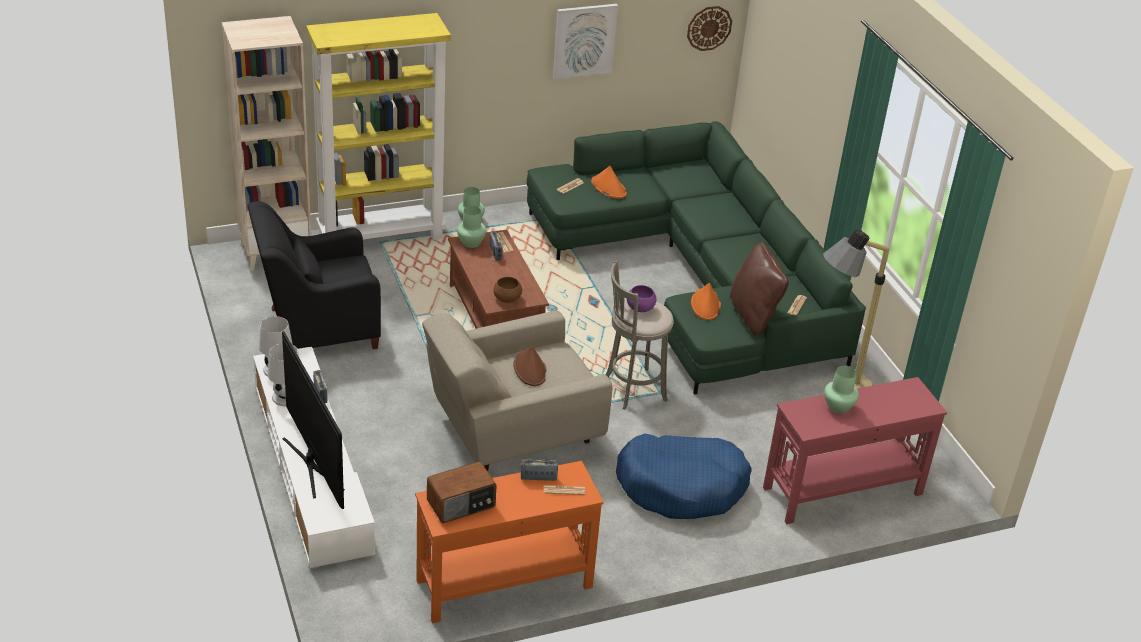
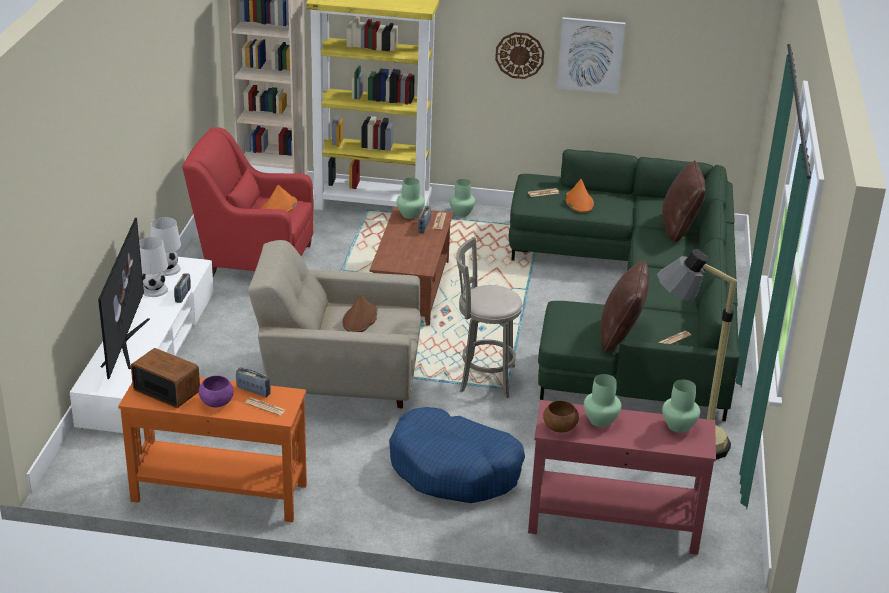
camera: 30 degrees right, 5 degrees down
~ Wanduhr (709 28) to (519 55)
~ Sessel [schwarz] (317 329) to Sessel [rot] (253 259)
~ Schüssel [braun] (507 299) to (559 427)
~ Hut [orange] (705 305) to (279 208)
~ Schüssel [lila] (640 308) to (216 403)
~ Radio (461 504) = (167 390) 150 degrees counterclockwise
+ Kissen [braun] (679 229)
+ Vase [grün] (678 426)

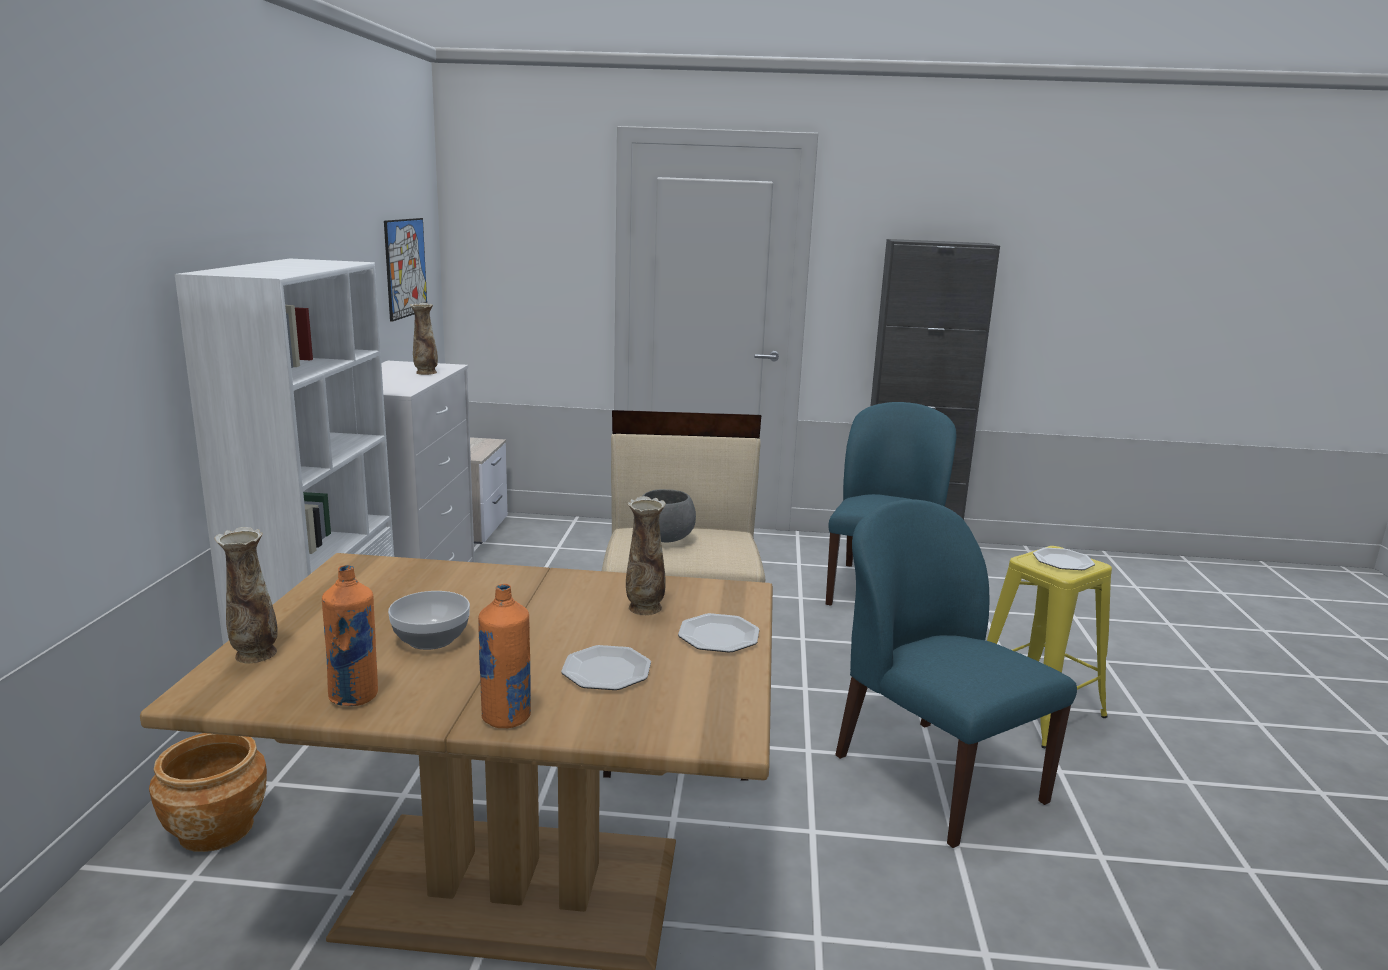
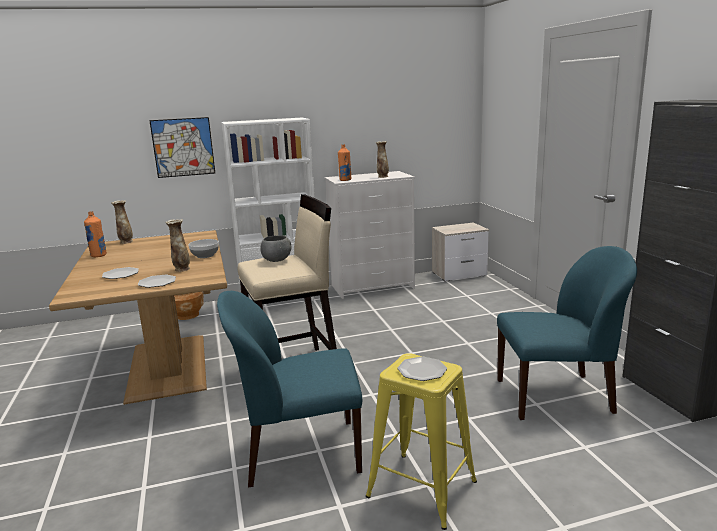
camera: 70 degrees right, 0 degrees up
~ Bild (405 268) to (183 147)
~ Stuhl [blau] (934 776) = (300 453) 135 degrees counterclockwise
~ Flasche [orange] (506 718) to (345 180)
~ Schüssel (431 640) to (204 255)

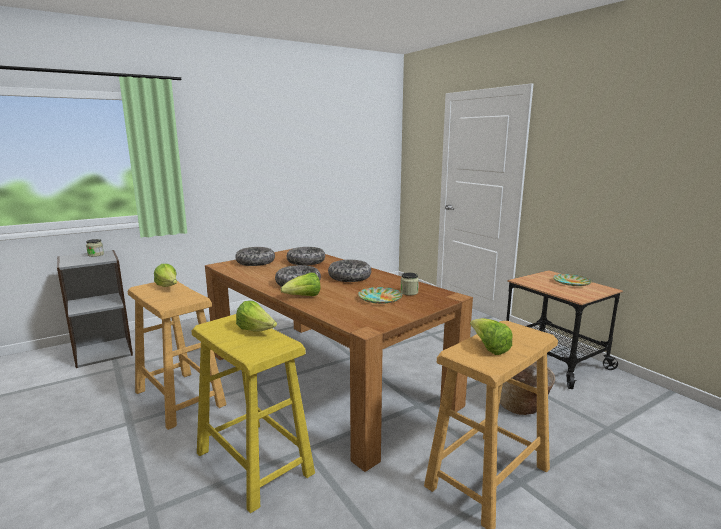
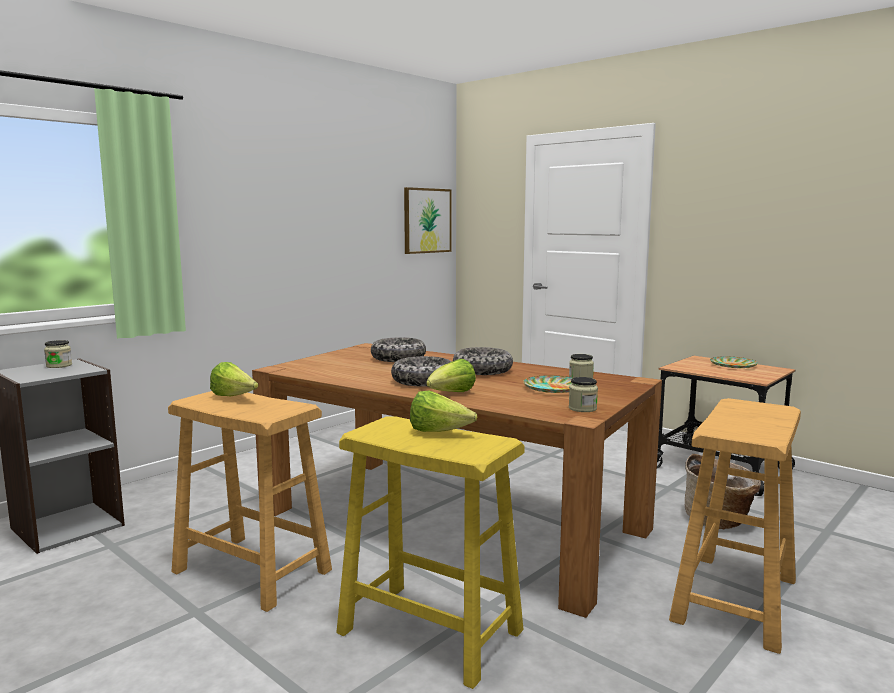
camera: 15 degrees left, 5 degrees down
- Schüssel (255 262)
- Salatkopf (489 348)
+ Bild (427 220)
+ Vorratsglas (582 408)

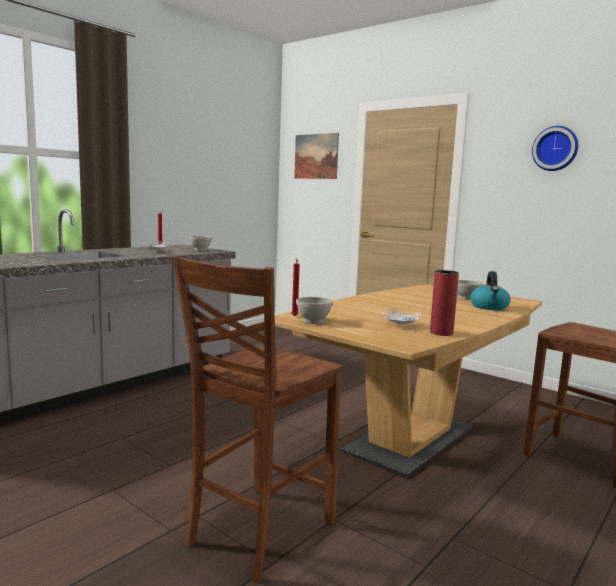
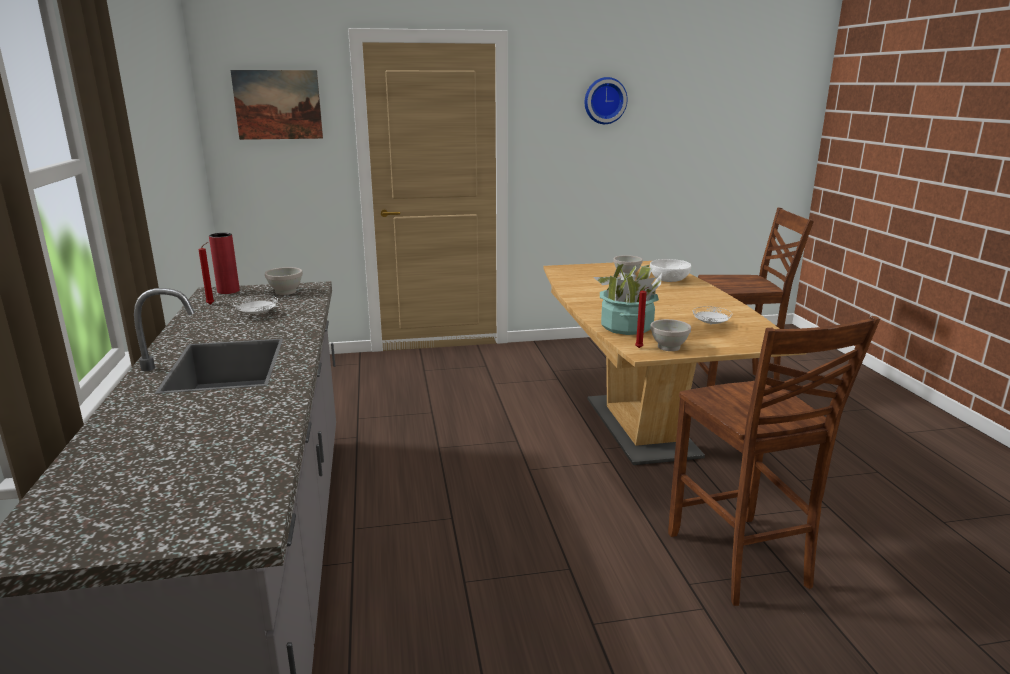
camera: 50 degrees left, 10 degrees up
~ Vase [rot] (441 333) to (228 291)
~ Wasserkessel (489 307) to Schüssel [weiß] (669 280)
+ Topfpflanze (626 327)

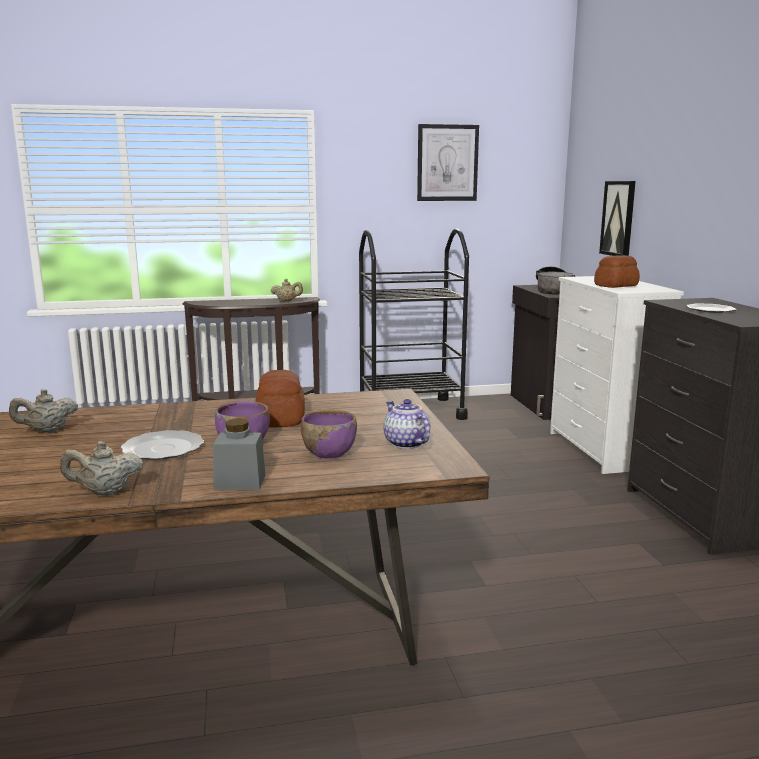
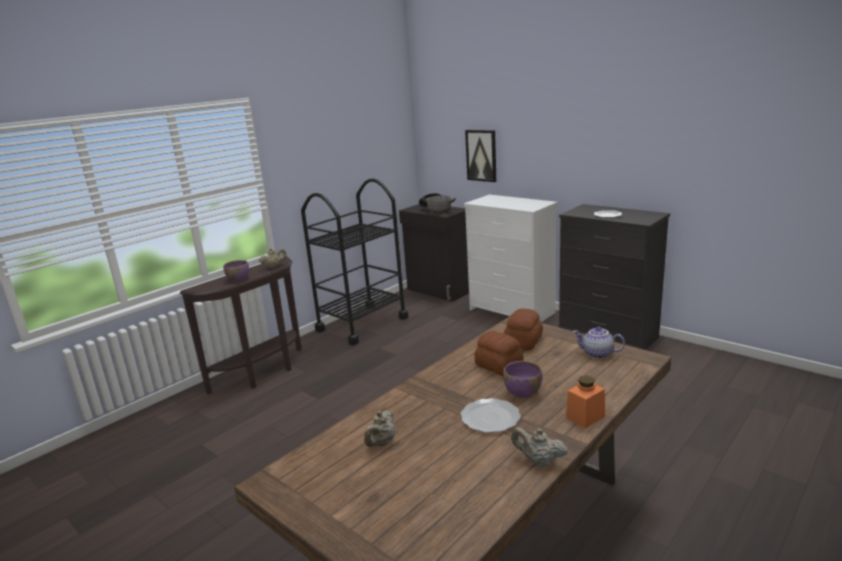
camera: 35 degrees left, 5 degrees up
- Bild (447 163)
~ Brot (616 286) to (524 341)
~ Schüssel [lila] (328 453) to (238 279)
~ Vorratsglas [grau] (240 482) to Vorratsglas [orange] (585 417)
~ Teekanne [beige] (105 492) = (538 461) 75 degrees clockwise

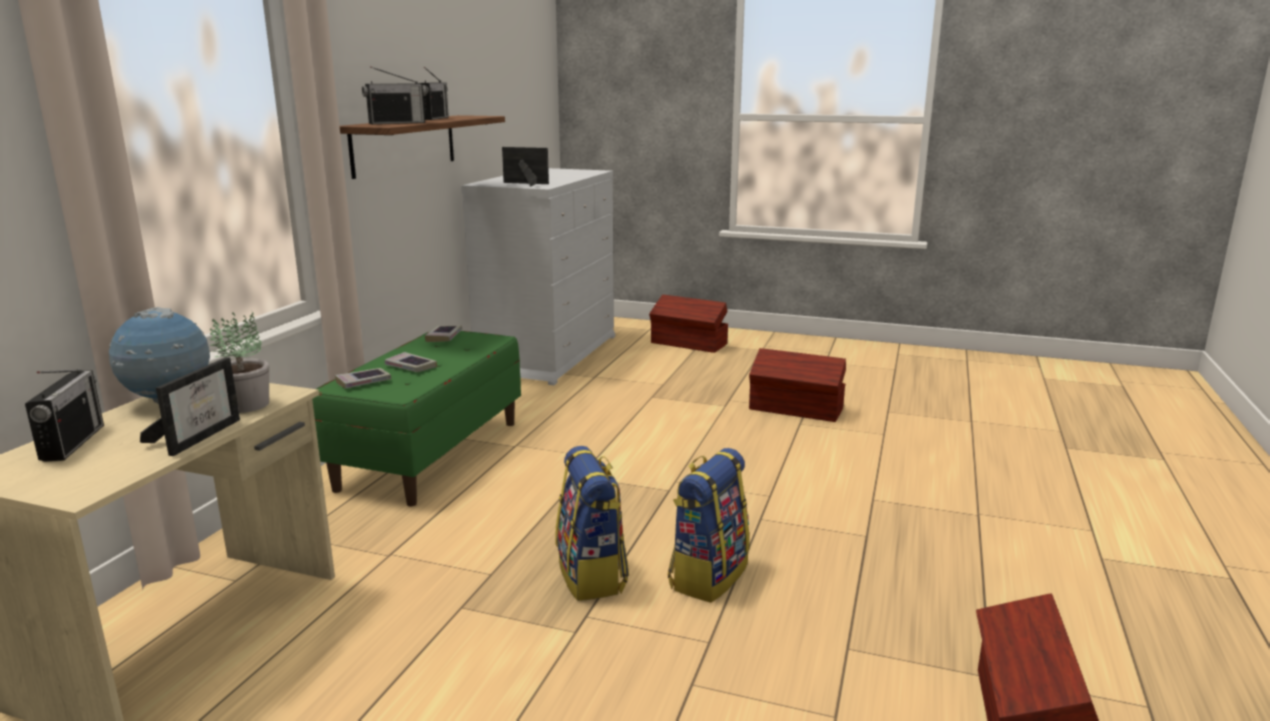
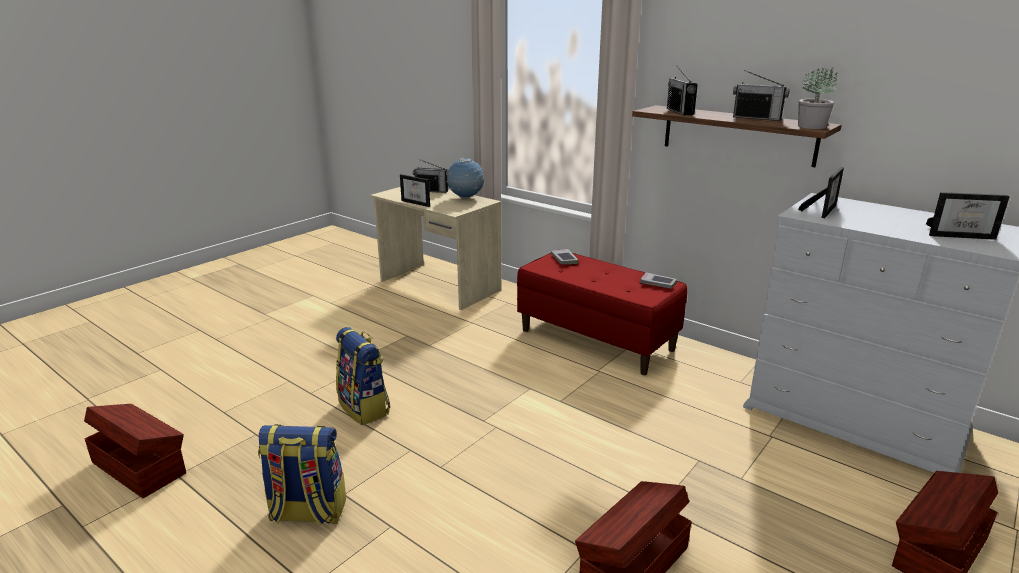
camera: 110 degrees right, 5 degrees up
~ Topfpflanze (246 404) to (812 126)
~ Bank [grün] (430 454) to Bank [rot] (597 340)
- Buch (410 367)
~ Rucksack (592 575) to (307 512)
+ Bilderrahmen (960 235)

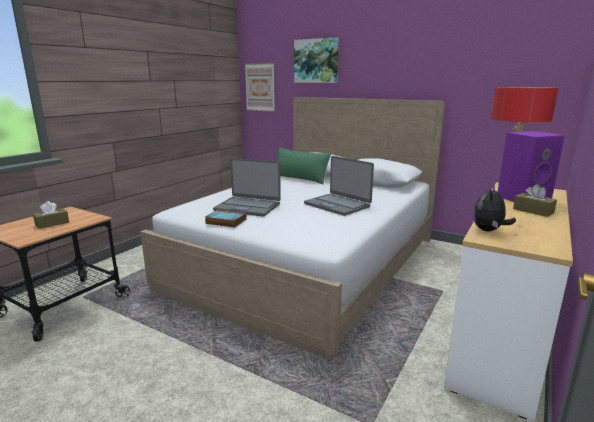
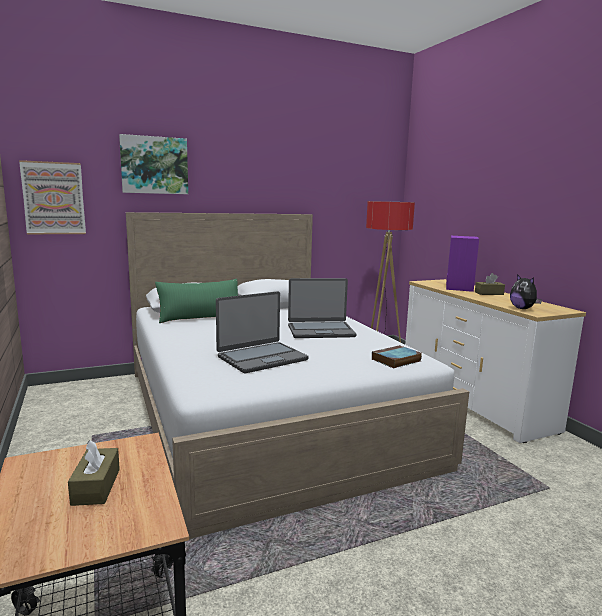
camera: 55 degrees left, 5 degrees down
~ Buch (225 221) to (396 360)

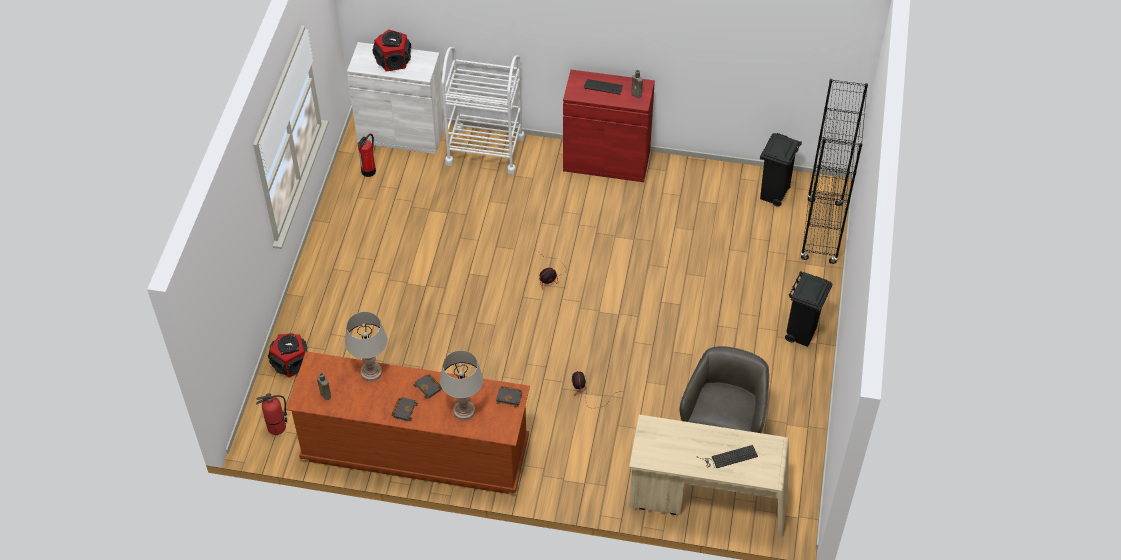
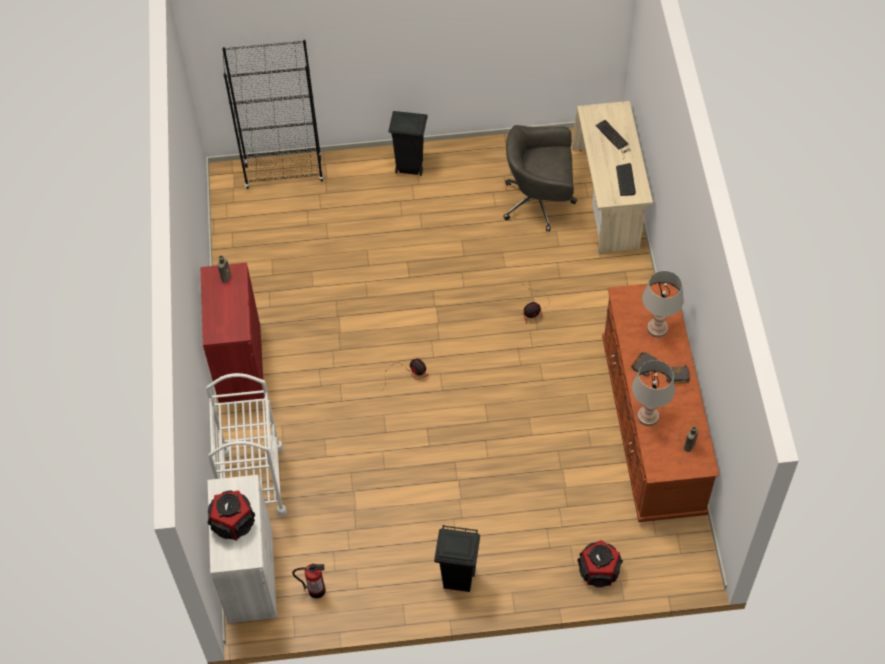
camera: 105 degrees left, 5 degrees up
~ Tastatur (603 87) to (625 180)
~ Mülleimer [schwarz] (773 195) to (459 579)
- Buch [schwarz] (510 397)
- Feuerlöscher (276 427)

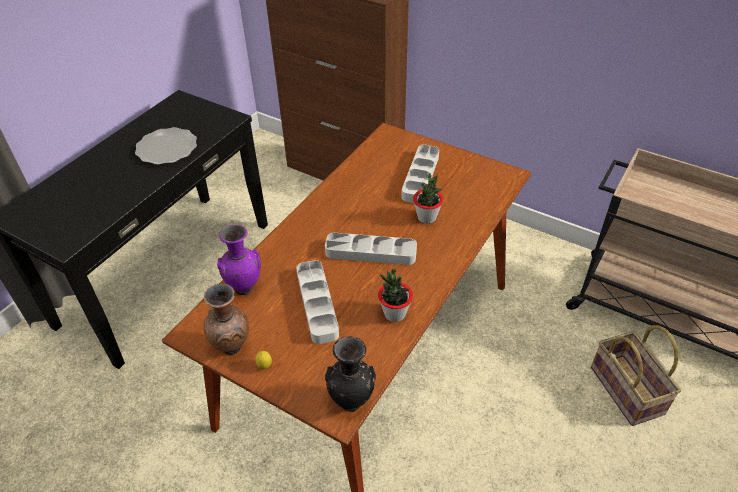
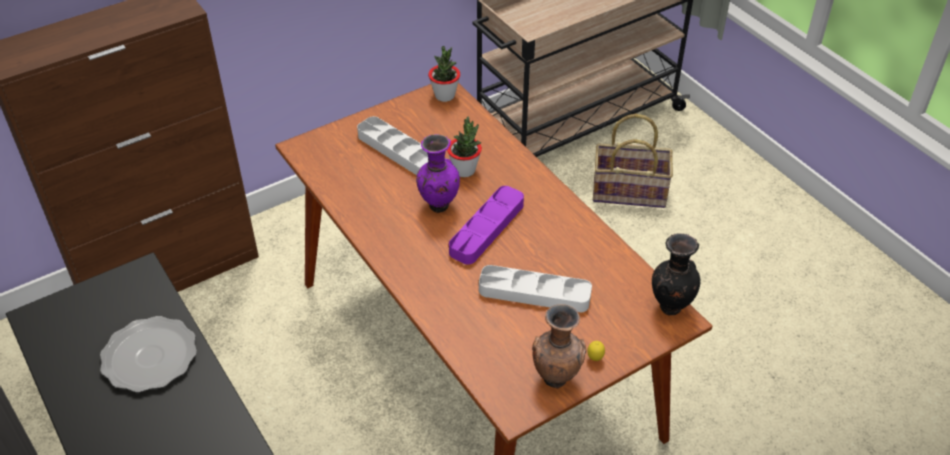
camera: 65 degrees left, 0 degrees up
~ Vase [lila] (245 287) to (438 205)
~ Tablett [grau] (371 252) to Tablett [lila] (487 228)
~ Topfpflanze (395 314) to (444 96)

